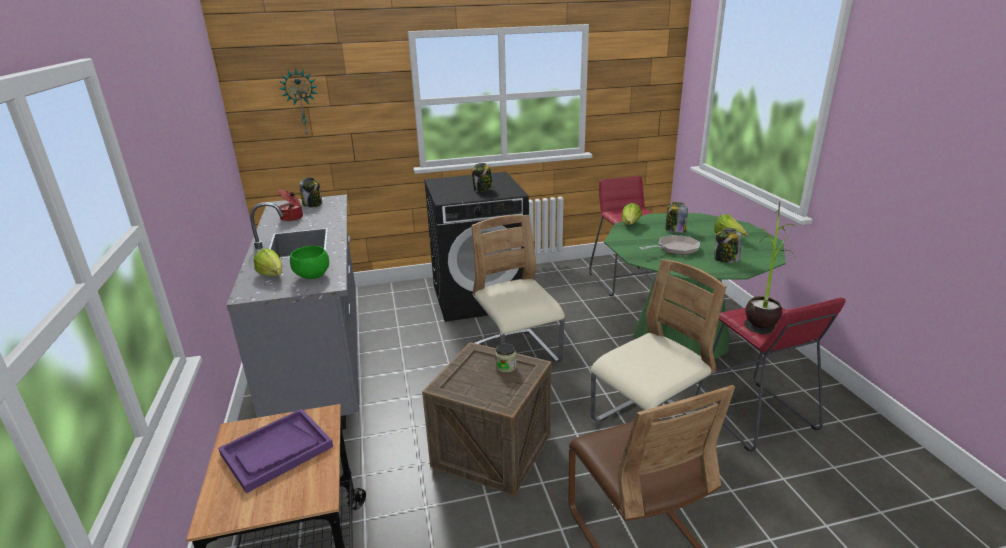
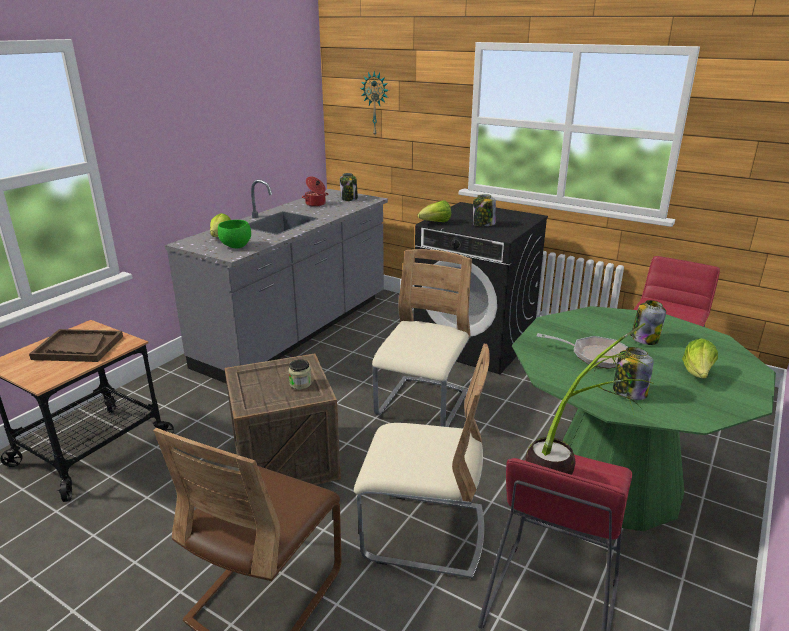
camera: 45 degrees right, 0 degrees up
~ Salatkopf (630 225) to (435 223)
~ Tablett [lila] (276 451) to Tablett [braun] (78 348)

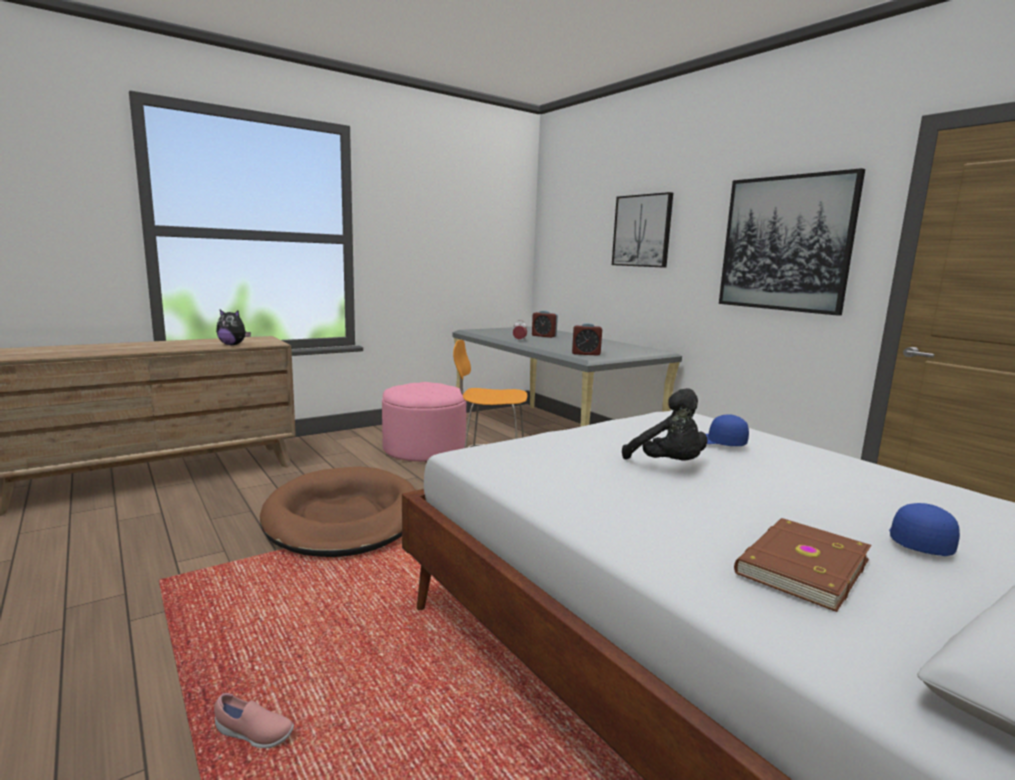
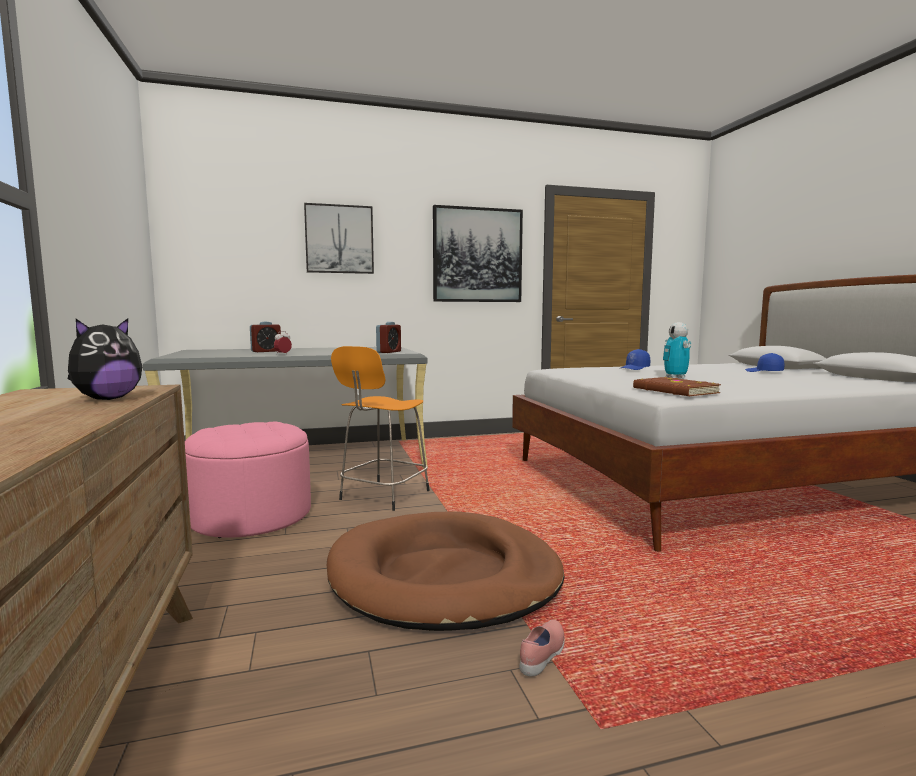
camera: 70 degrees left, 5 degrees down
~ Plüschtier [schwarz] (668 465) to Spielzeugroboter (675 377)
~ Buch [braun] (799 566) to (674 391)
~ Schuh [rosa] (253 734) to (543 656)

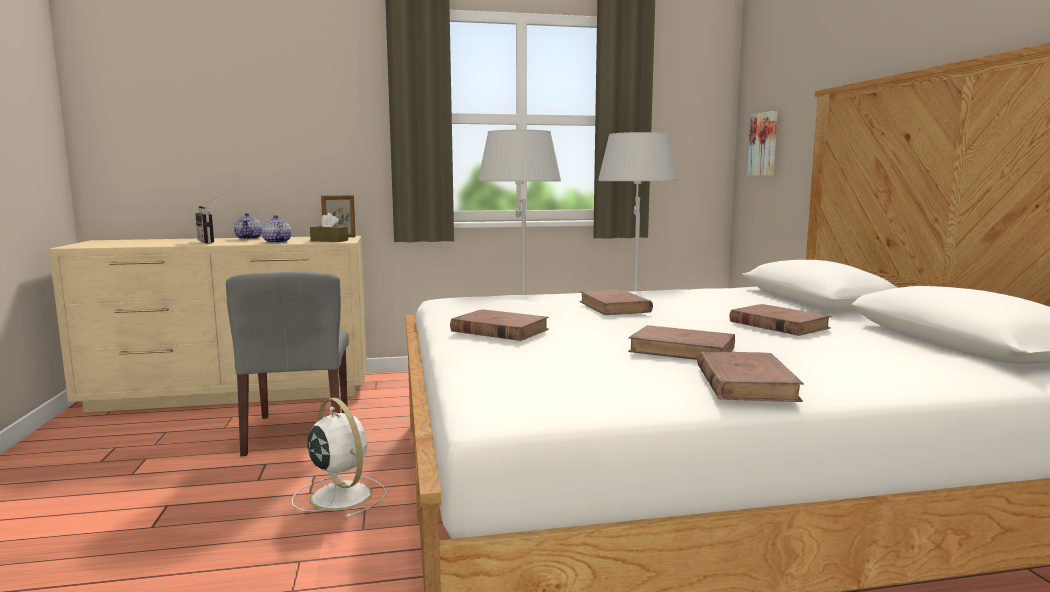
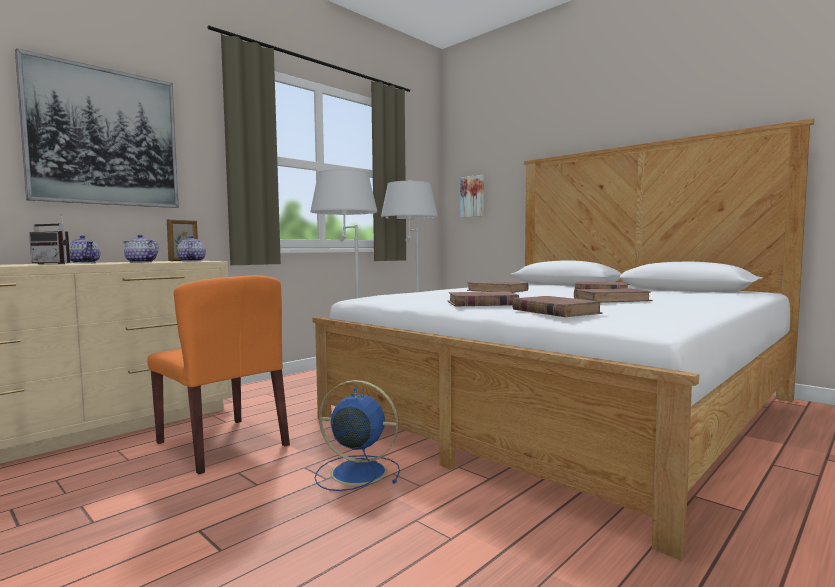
camera: 35 degrees left, 5 degrees down
~ Taschentuchbox [braun] (329 241) to Teekanne (191 261)
~ Stuhl [grau] (299 432) to Stuhl [orange] (222 444)
~ Buch [braun] (745 383) to (555 311)
~ Ventilator [weiß] (340 495) to Ventilator [blau] (356 472)
+ Bild (104 137)

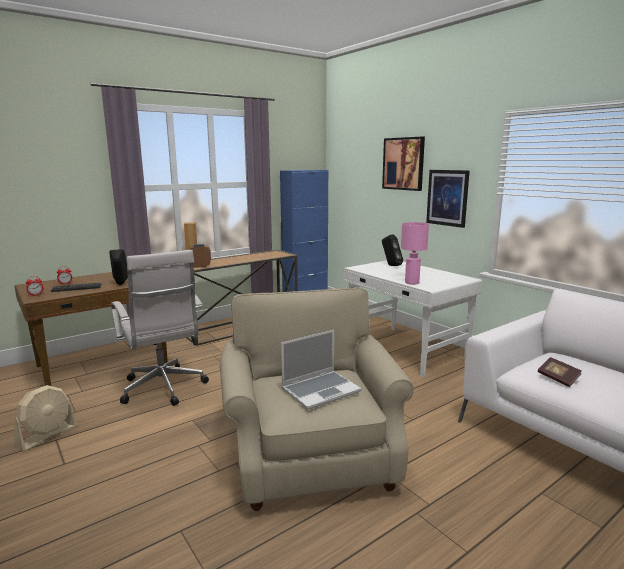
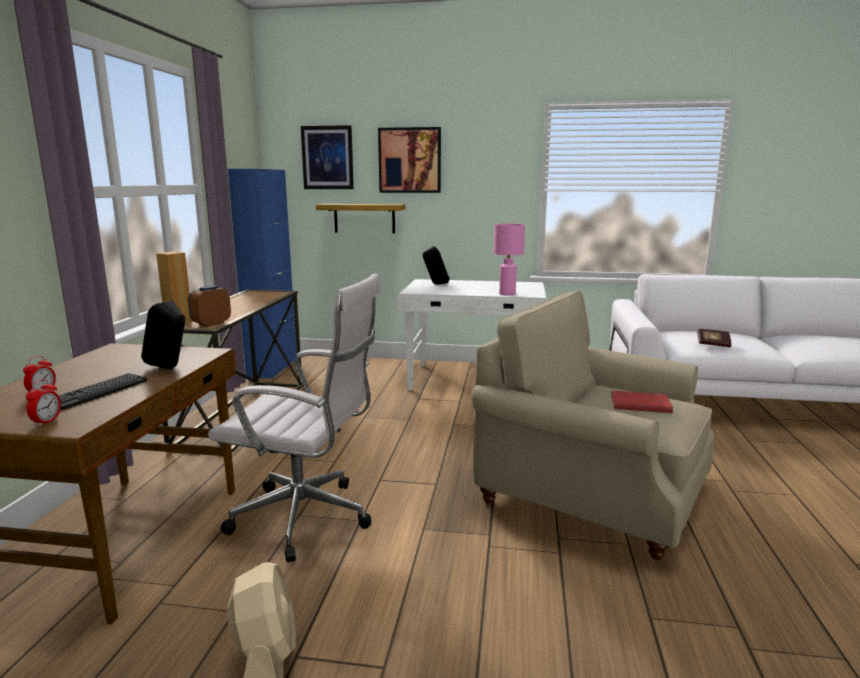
camera: 45 degrees left, 0 degrees up
~ Bild (447 198) to (327 158)
~ Laptop (321 390) to Buch [rot] (639 403)
+ Wandregal (364 218)

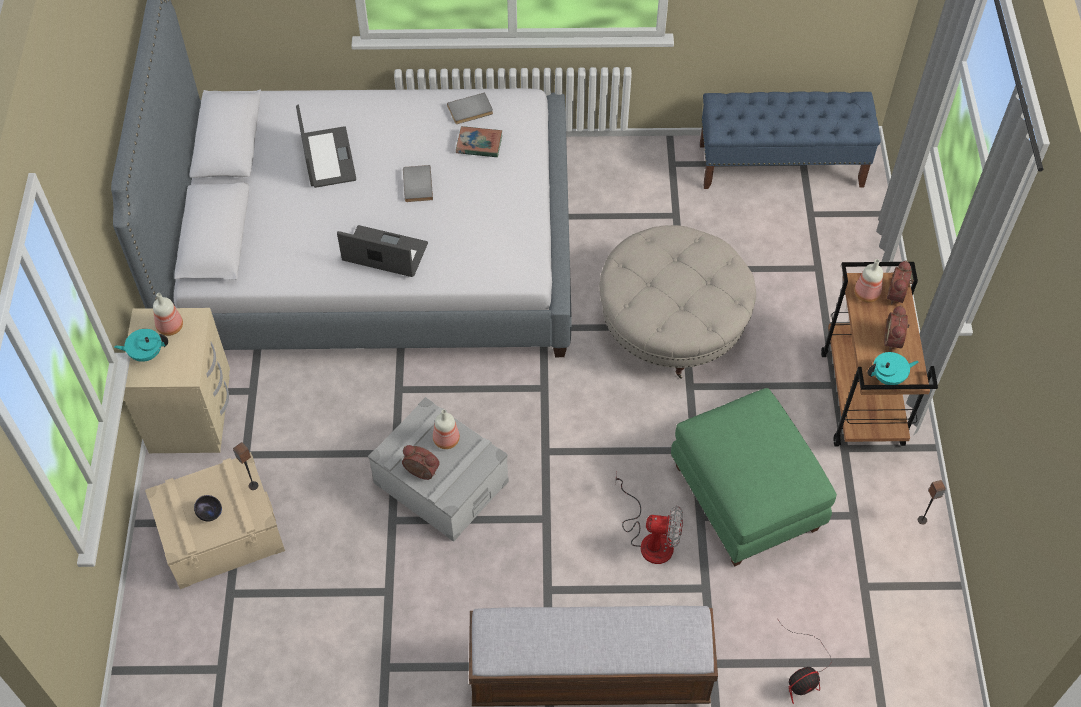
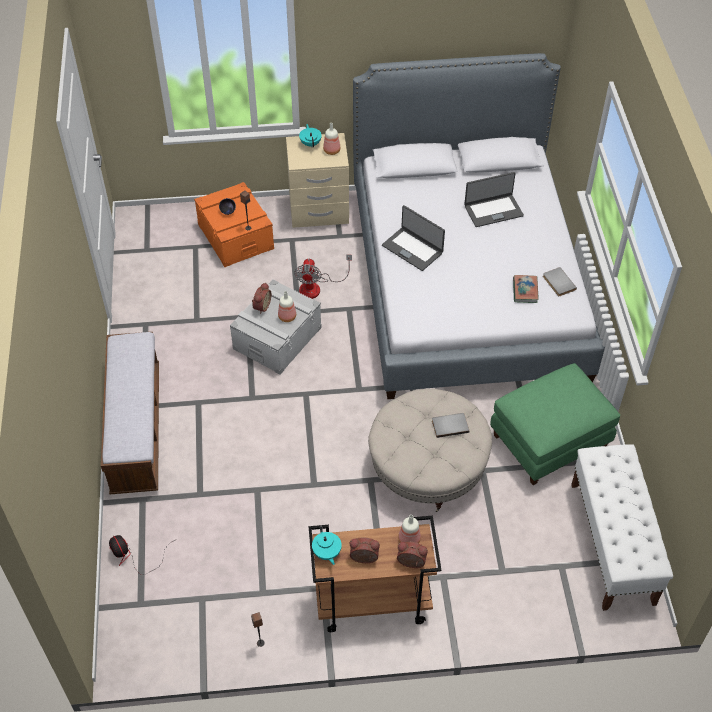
camera: 85 degrees right, 5 degrees down
~ Bank [blau] (781 165) to Bank [weiß] (612 543)
~ Buch [grau] (416 185) to (449 425)
~ Laptop (384 253) = (412 249) 120 degrees clockwise
~ Polsterhocker [grün] (747 498) to (549 442)
~ Aufbewahrungsbox [beige] (221 532) to Aufbewahrungsbox [orange] (236 236)
~ Ventilator (650 538) to (316 287)

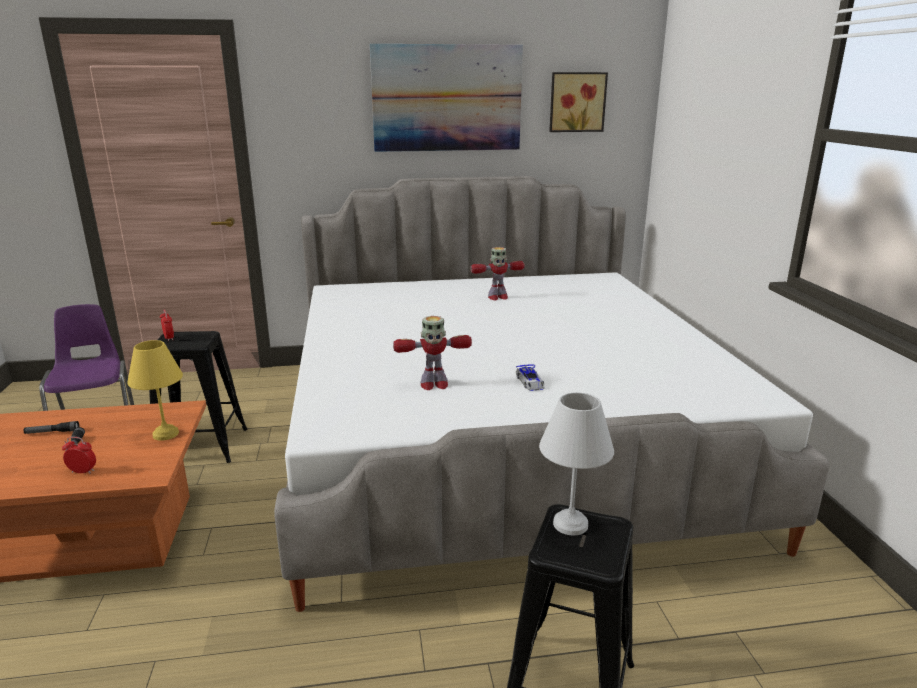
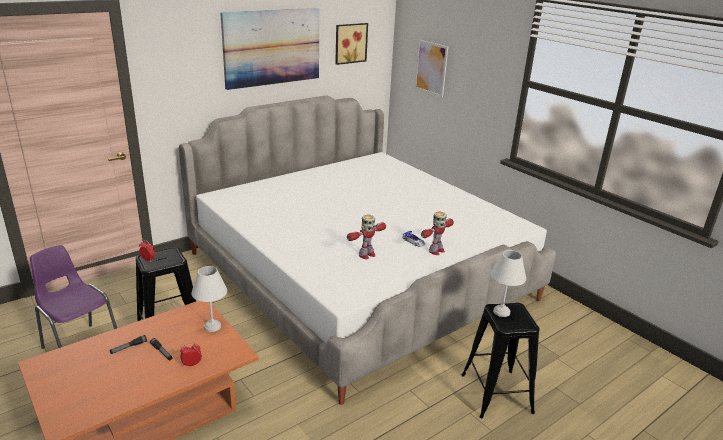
camera: 30 degrees left, 5 degrees up
~ Spielzeugroboter (497 297) to (436 251)
~ Tischlampe [gelb] (164 434) to Tischlampe [weiß] (211 327)
+ Bild (431 68)

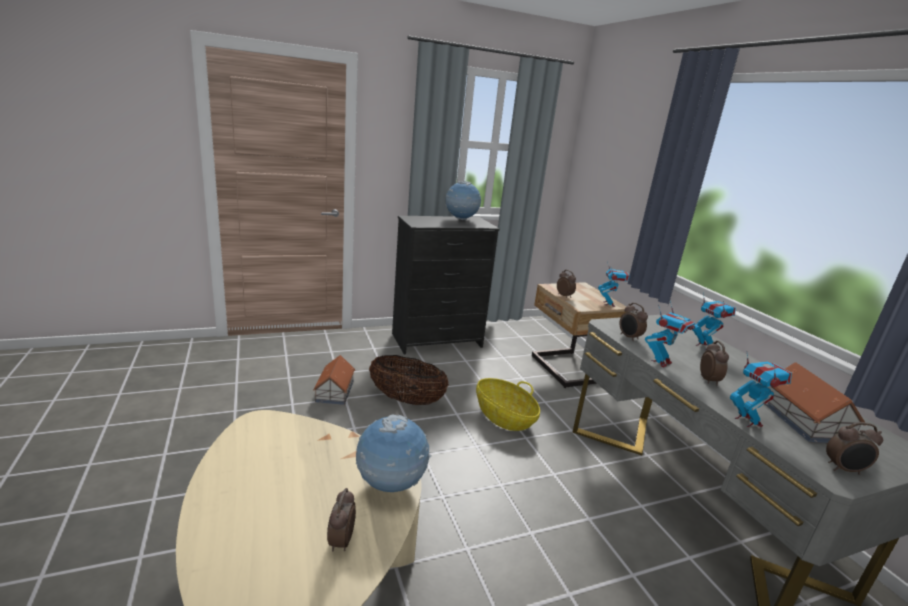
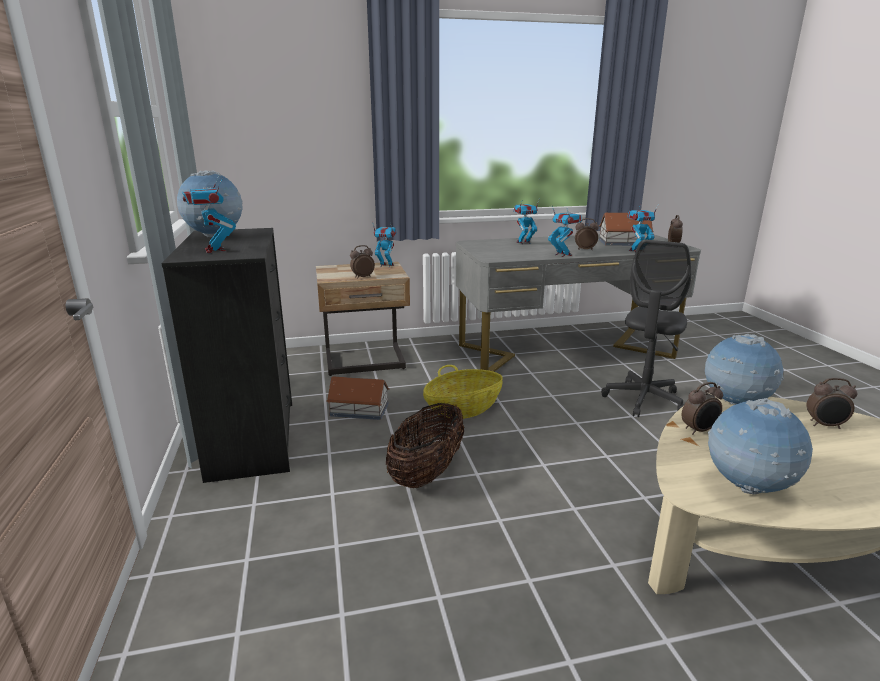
camera: 80 degrees left, 0 degrees up
~ Wecker (629 337) to (699 430)
~ Spielzeughaus (335 391) to (359 409)
+ Spielzeugroboter (214 250)
+ Bürostuhl [grau] (643 400)
+ Globus (748 488)

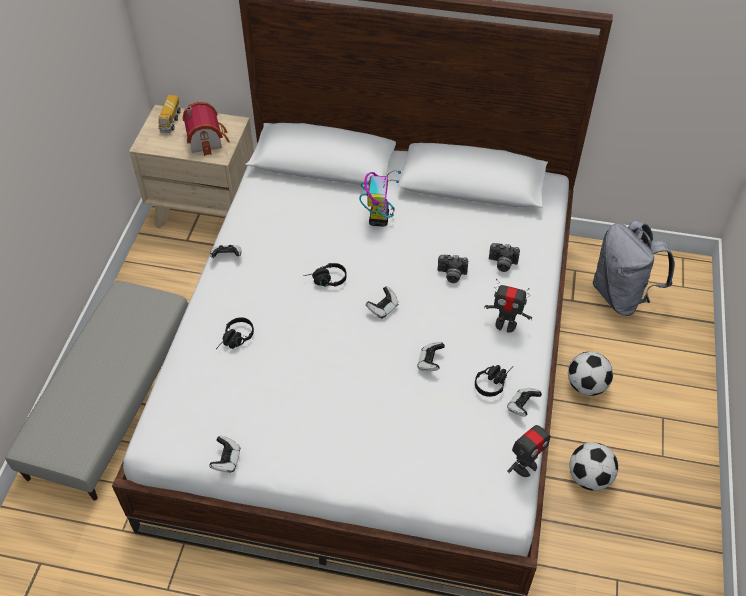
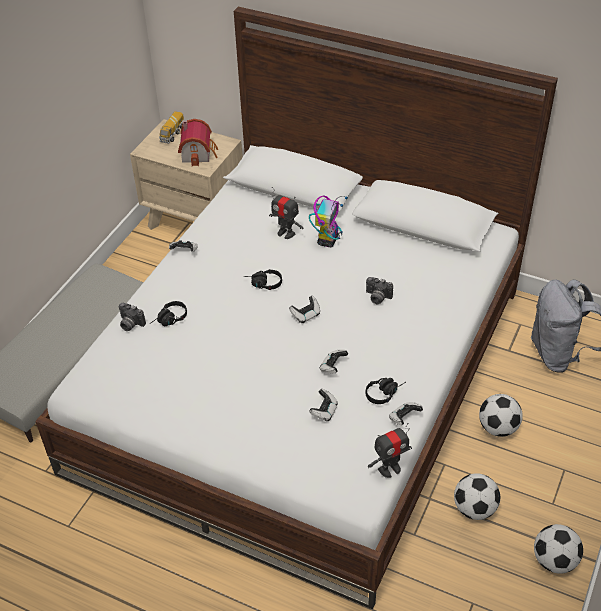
camera: 15 degrees right, 5 degrees down
~ Kamera (502 264) to (130 324)
~ Spielzeugroboter (505 324) to (286 233)
~ Gamepad (226 460) to (324 411)
+ Fußball (554 560)

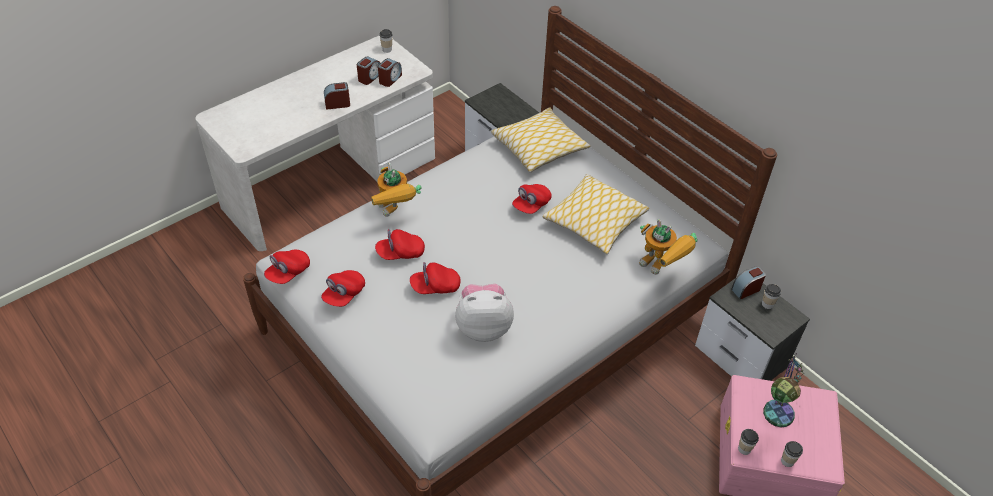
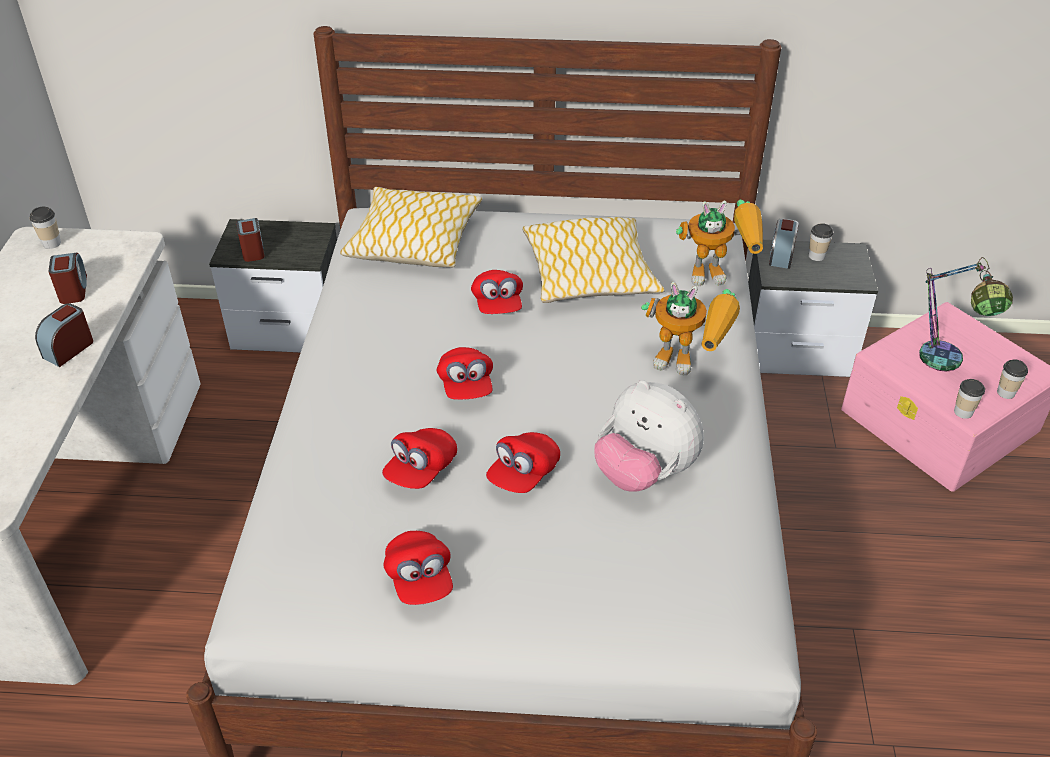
camera: 45 degrees left, 5 degrees down
~ Wecker (390 79) to (253 250)
~ Spielzeugroboter (395 213) to (690 363)
~ Kappe [rot] (288 273) to (466 386)
~ Plüschtier (483 327) = (644 472) 90 degrees counterclockwise

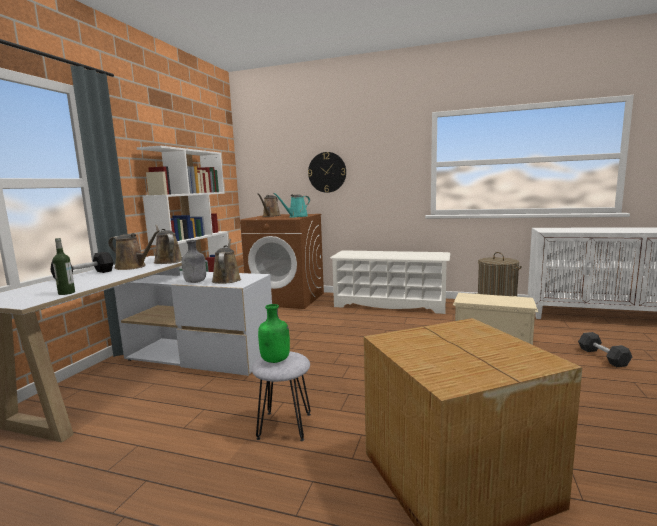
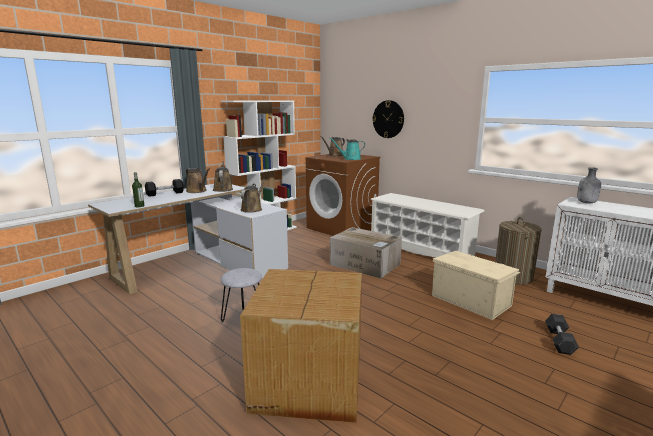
camera: 25 degrees right, 5 degrees up
~ Flasche [grau] (195 282) to (587 203)
- Flasche [grün] (276 360)
+ Karton (366 264)

